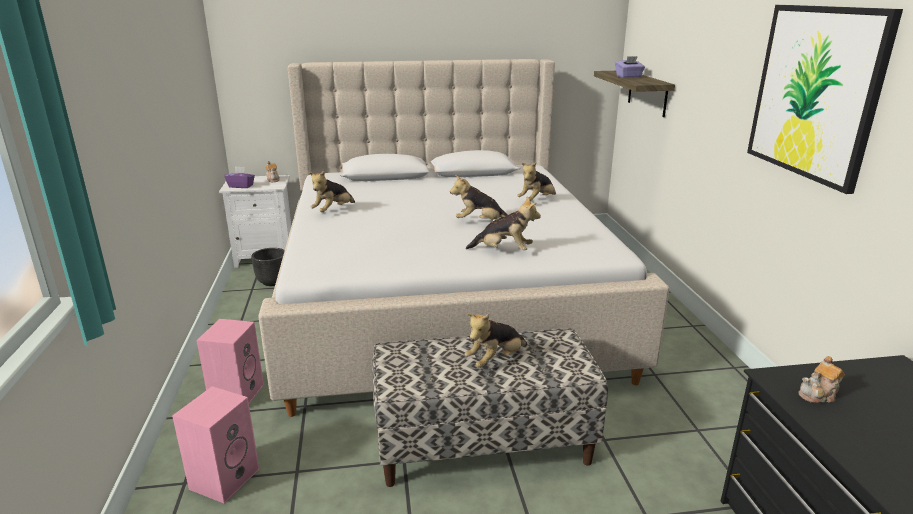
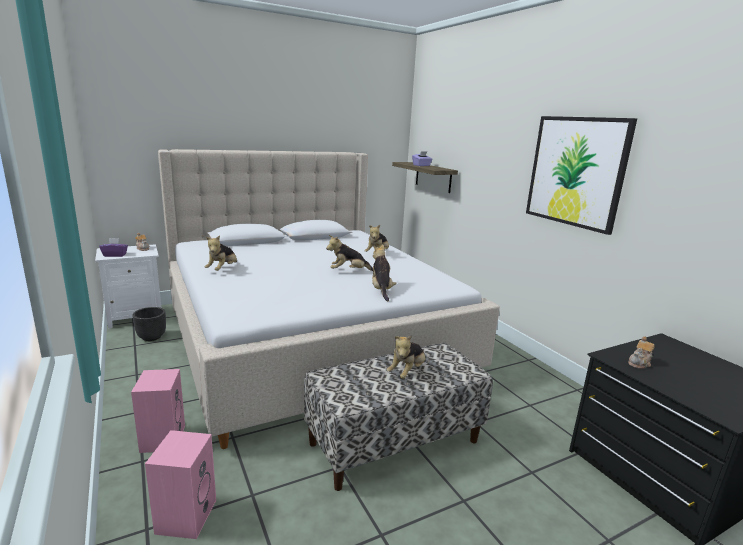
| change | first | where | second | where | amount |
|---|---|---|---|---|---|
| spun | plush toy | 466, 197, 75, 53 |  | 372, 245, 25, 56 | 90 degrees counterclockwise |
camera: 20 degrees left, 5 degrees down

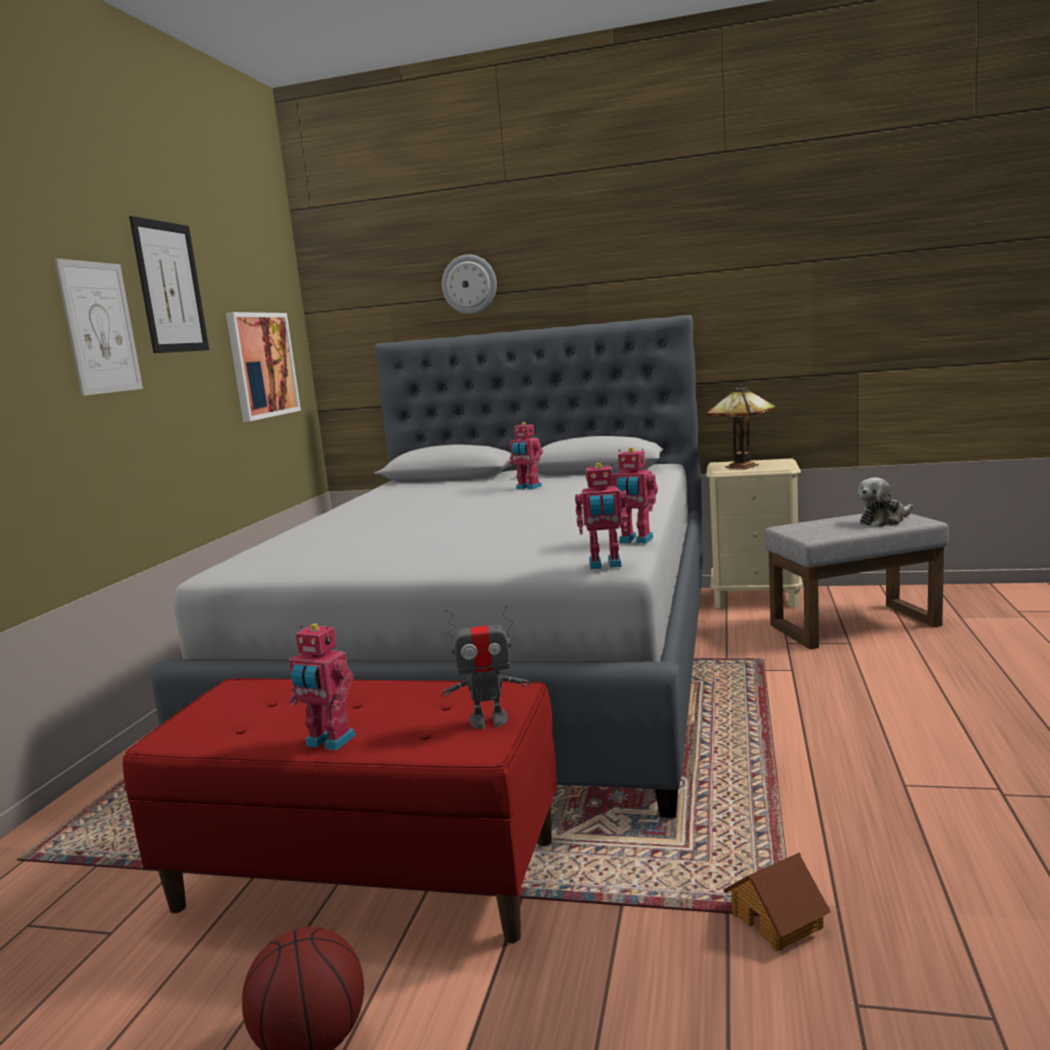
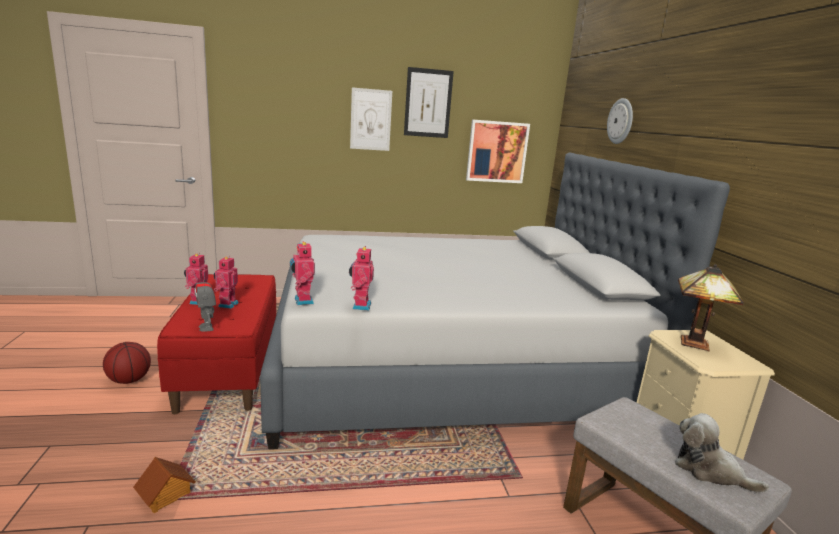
| change | first | where | second | where | amount |
|---|---|---|---|---|---|
| relocated | toy robot | 509, 422, 34, 67 |  | 214, 256, 25, 53 |  |
camera: 65 degrees right, 5 degrees up

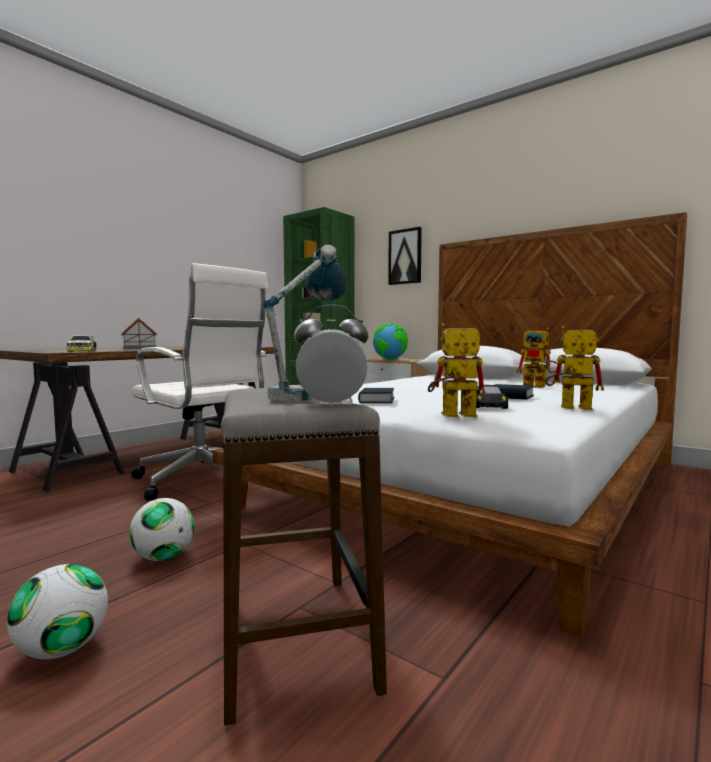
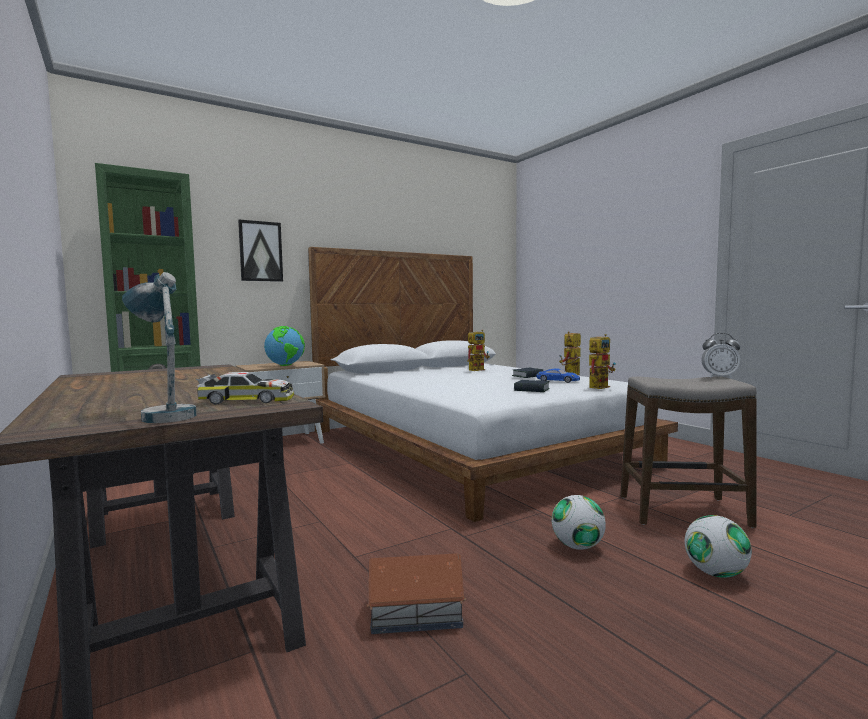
| change | first | where | second | where | amount |
|---|---|---|---|---|---|
| relocated | lamp for a table | 263, 245, 83, 156 |  | 122, 272, 74, 151 |  |
| missing | white-coloured computer chair | 131, 263, 137, 238 |  |  |  |
| spun | bedside clock | 294, 305, 75, 101 |  | 701, 333, 40, 45 | 90 degrees counterclockwise |
| relocated | toy house | 121, 318, 36, 31 |  | 367, 553, 99, 81 |  |
| spun | toy robot | 428, 323, 58, 94 |  | 589, 334, 27, 55 | 150 degrees counterclockwise |
| colour | blackish toy car | 476, 385, 32, 24 | bluish toy car | 537, 369, 43, 14 |  |
camera: 70 degrees left, 0 degrees up

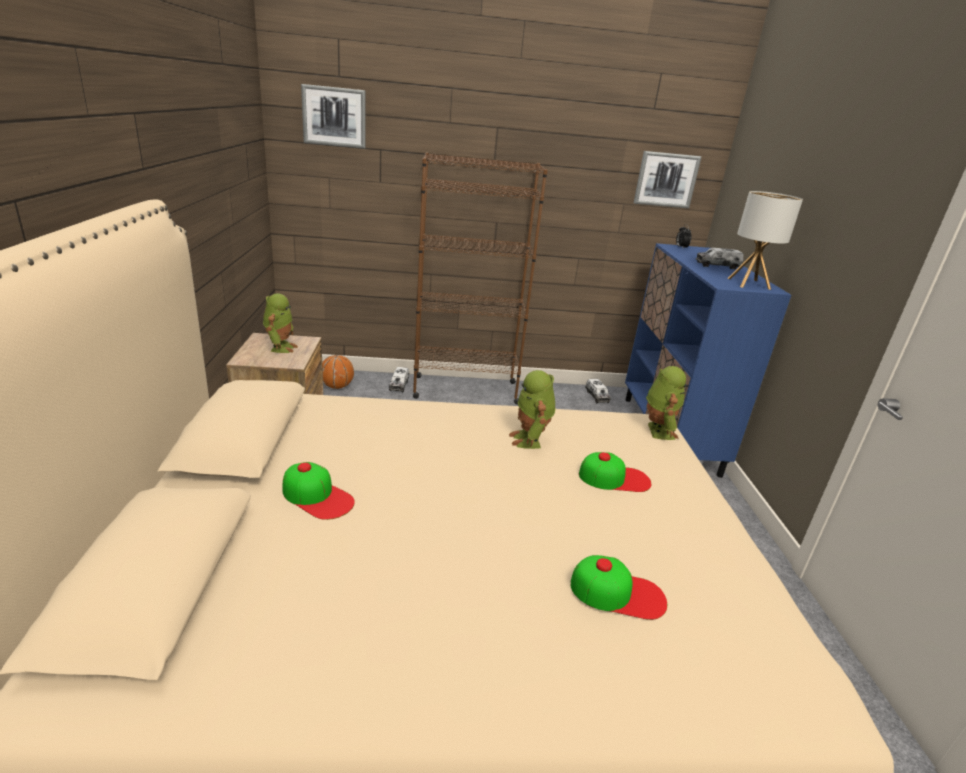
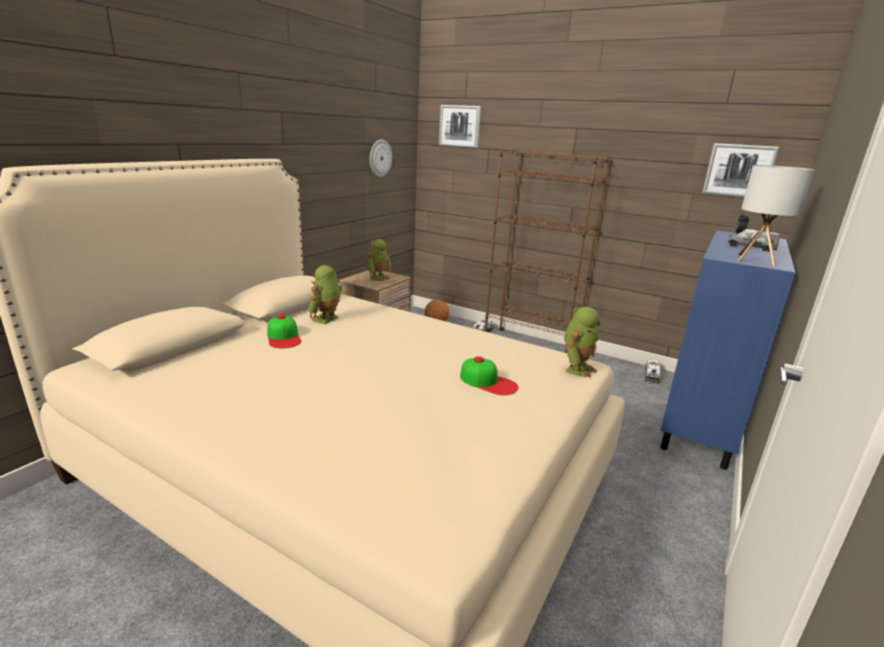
| change | first | where | second | where | amount |
|---|---|---|---|---|---|
| relocated | toy robot | 509, 370, 46, 79 |  | 308, 265, 34, 59 |  |
| missing | peaked cap | 570, 555, 97, 65 |  |  |  |
| appeared |  |  | hanging clock | 370, 139, 22, 38 |  |
camera: 35 degrees right, 5 degrees down

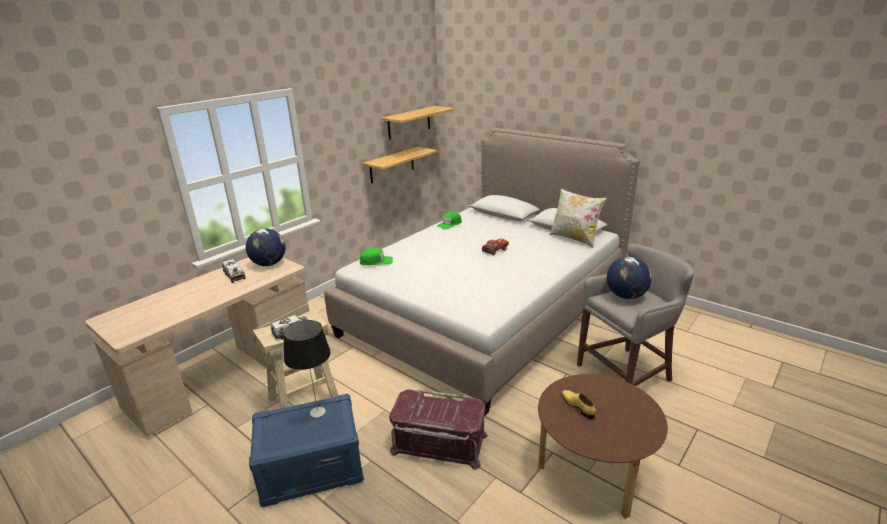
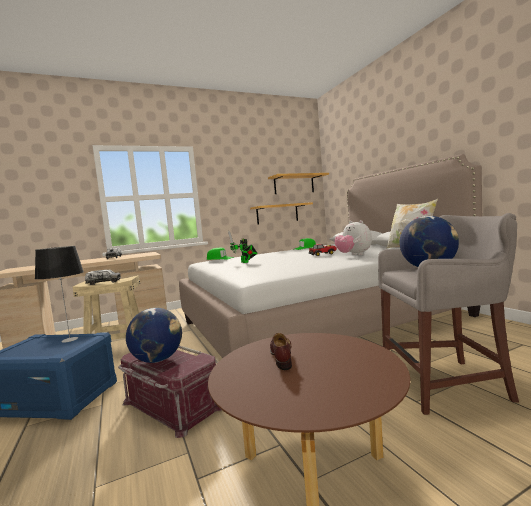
| change | first | where | second | where | amount |
|---|---|---|---|---|---|
| relocated | world globe | 246, 229, 40, 37 |  | 126, 308, 56, 55 |  |
| colour | yellow-coloured shoe | 562, 390, 34, 29 | brown shoe | 270, 333, 22, 37 |  |
| appeared |  |  | plush toy | 334, 220, 38, 35 |  |
| appeared |  |  | toy robot | 228, 231, 30, 32 |  |
camera: 25 degrees right, 20 degrees down

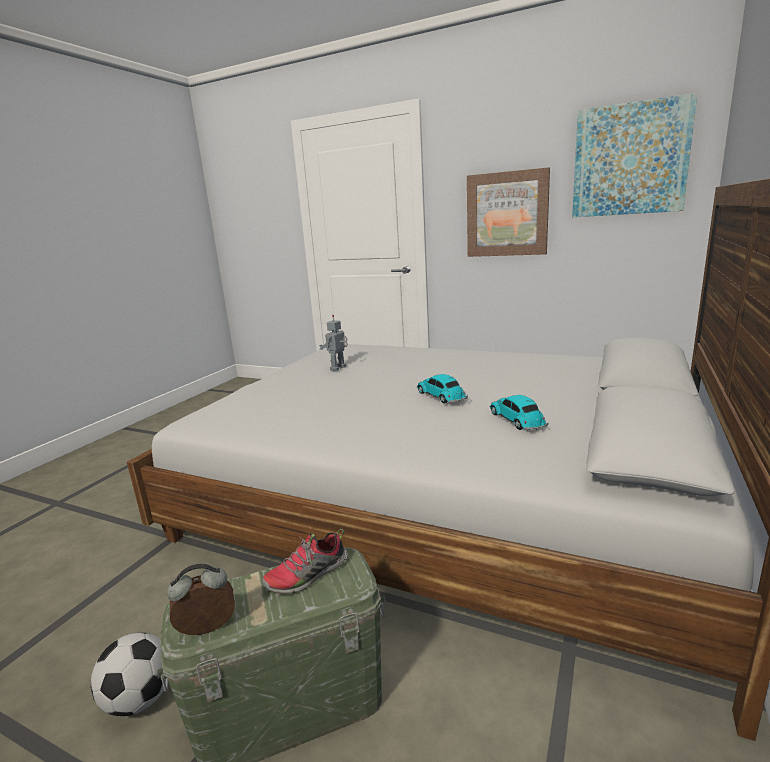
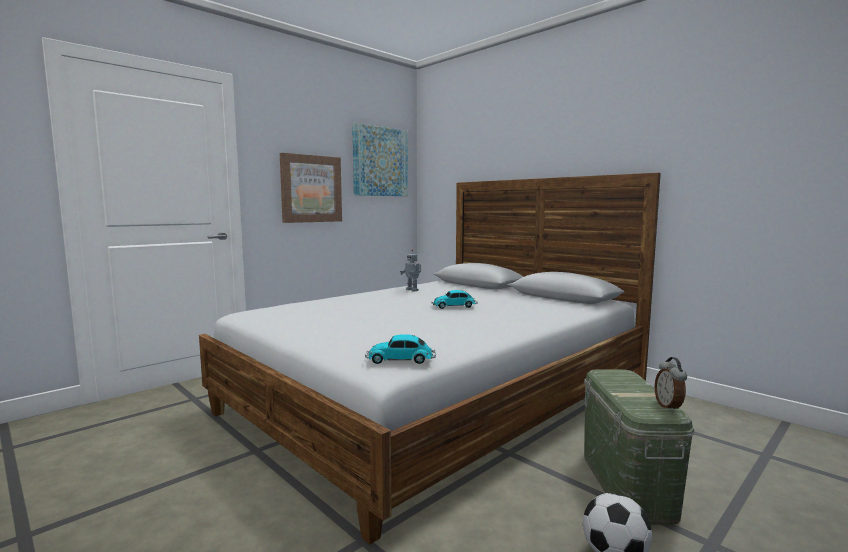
| change | first | where | second | where | amount |
|---|---|---|---|---|---|
| relocated | toy robot | 319, 315, 29, 56 |  | 400, 250, 21, 42 |  |
| relocated | toy car | 490, 395, 59, 35 |  | 365, 334, 71, 30 |  |
| missing | shoe | 262, 529, 85, 65 |  |  |  |
camera: 70 degrees left, 10 degrees down

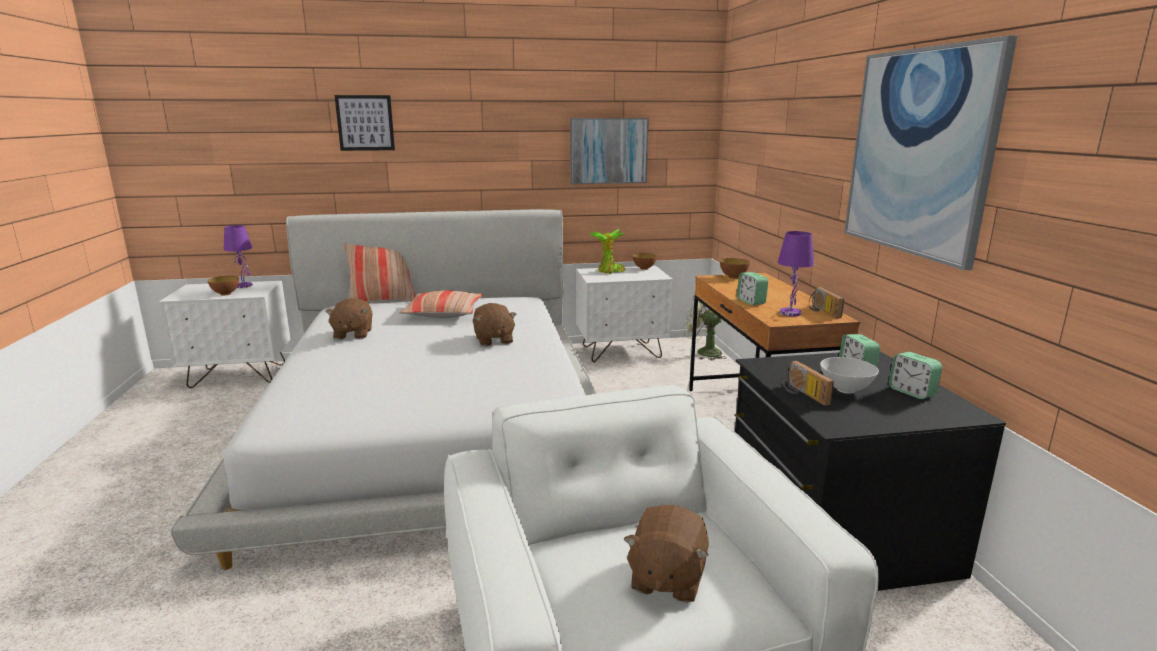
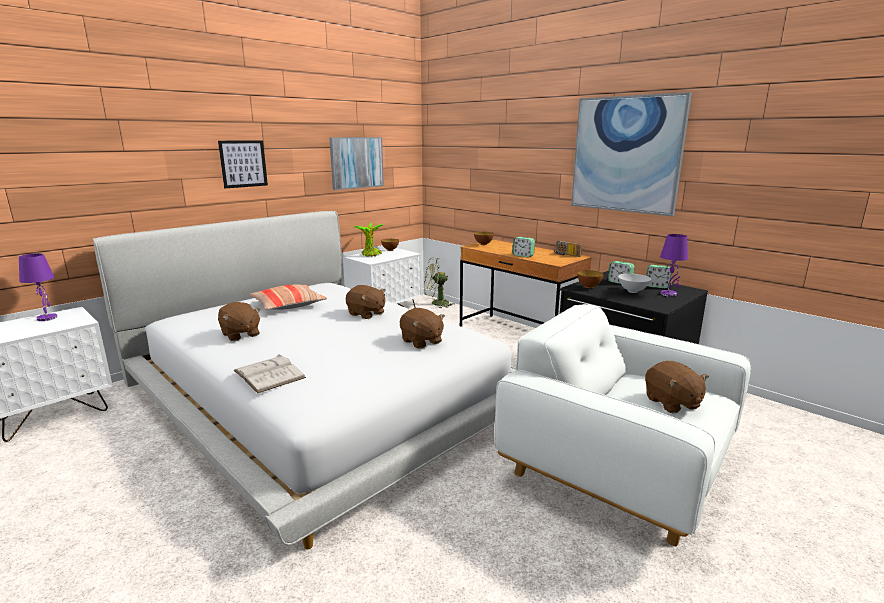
| change | first | where | second | where | amount |
|---|---|---|---|---|---|
| relocated | wall art | 335, 95, 60, 56 |  | 218, 140, 50, 48 |  |
| relocated | purple-coloured lamp for a table | 777, 231, 37, 86 |  | 660, 234, 28, 63 |  |
| missing | cushion | 344, 243, 71, 59 |  |  |  |
| relocated | serving bowl | 208, 276, 31, 19 |  | 577, 270, 26, 18 |  |
| missing | radio set | 783, 361, 51, 45 |  |  |  |
| appeared |  |  | brown plush toy | 400, 308, 45, 41 |  |
| appeared |  |  | white-coloured book | 234, 354, 72, 39 |  |
camera: 35 degrees left, 0 degrees up

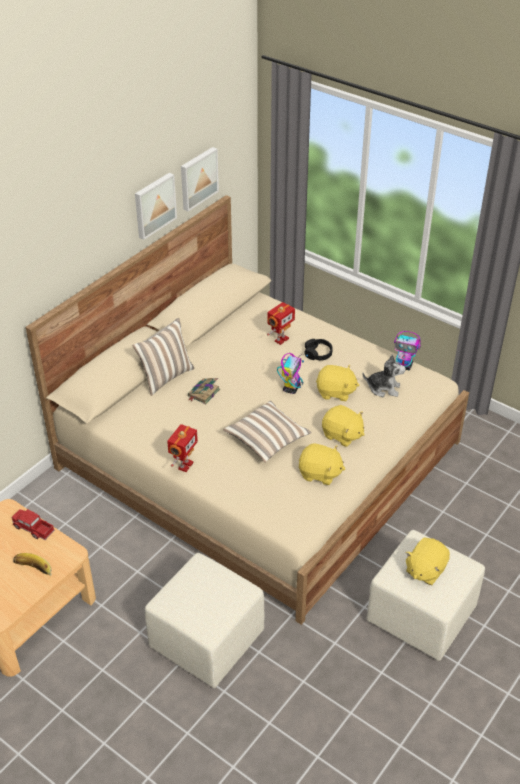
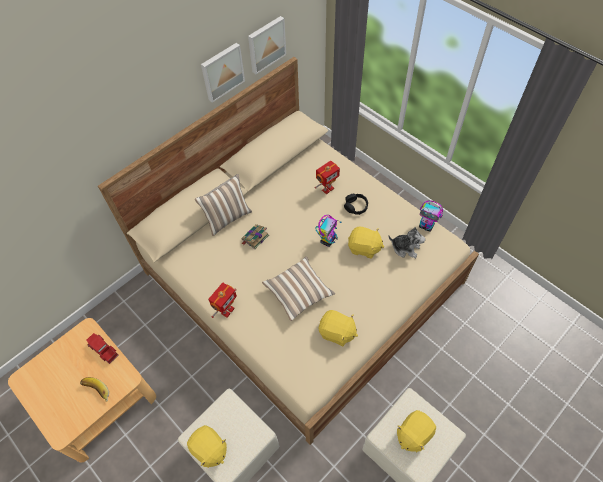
| change | first | where | second | where | amount |
|---|---|---|---|---|---|
| relocated | yellow-coloured plush toy | 322, 405, 43, 42 |  | 187, 425, 40, 43 |  |
camera: 10 degrees right, 15 degrees up

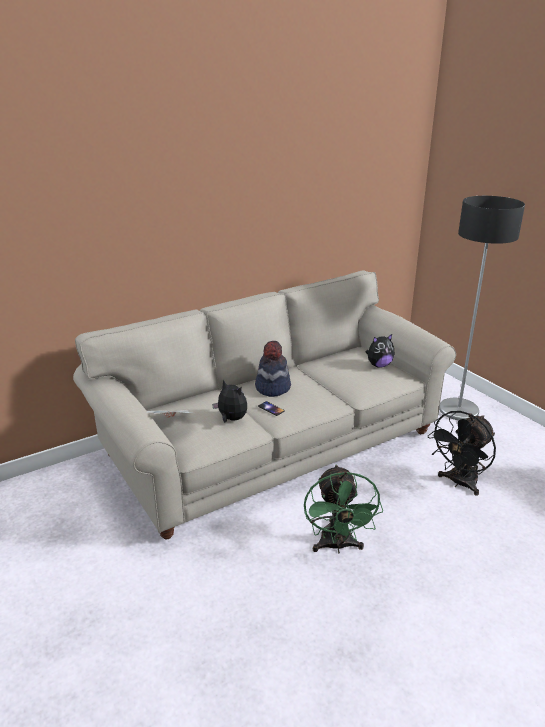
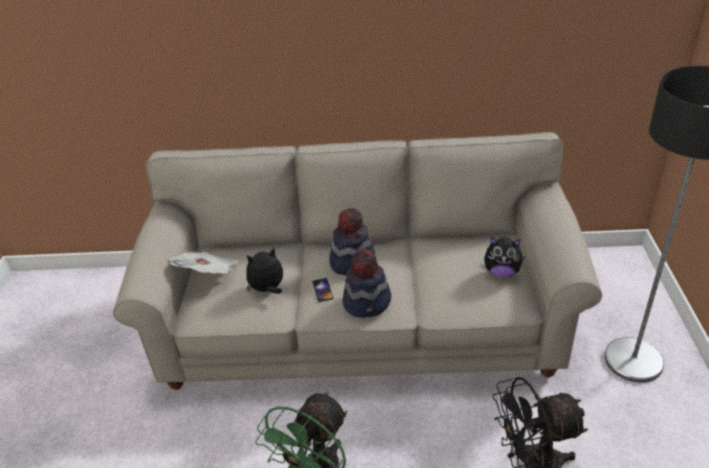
| change | first | where | second | where | amount |
|---|---|---|---|---|---|
| spun | plush toy | 212, 380, 35, 42 |  | 246, 248, 37, 46 | 90 degrees counterclockwise |
| appeared |  |  | clothing hat | 343, 248, 48, 70 |  |
camera: 35 degrees right, 10 degrees up

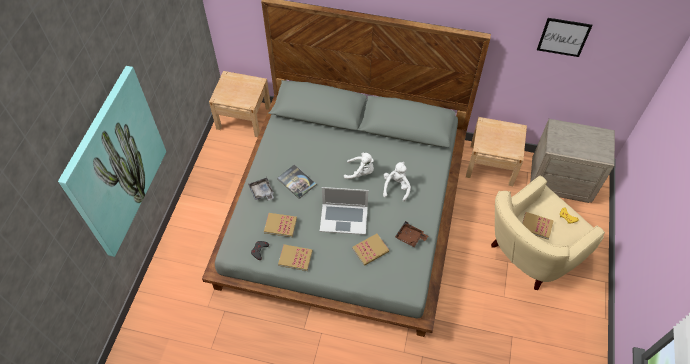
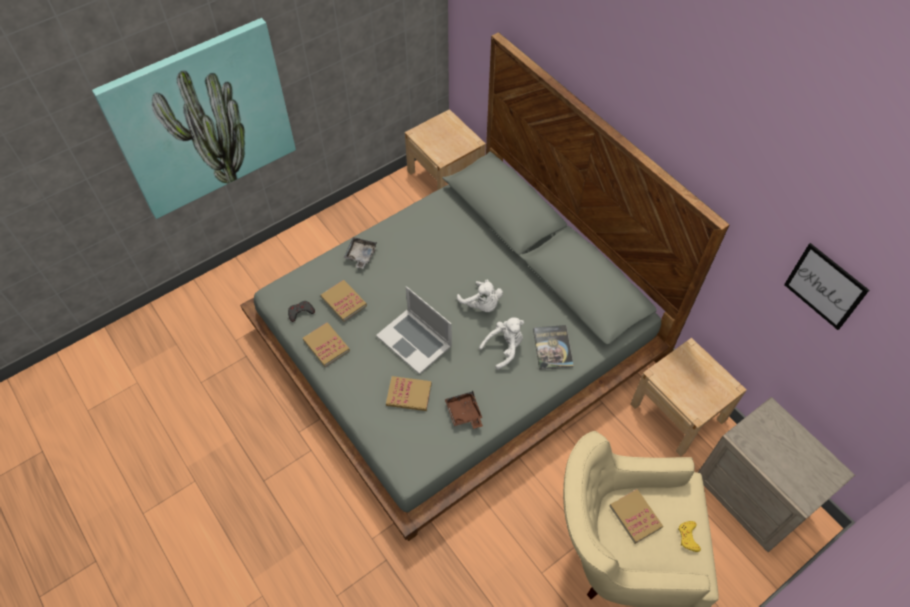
| change | first | where | second | where | amount |
|---|---|---|---|---|---|
| relocated | book | 277, 164, 40, 35 |  | 533, 325, 41, 45 |  |
camera: 40 degrees right, 0 degrees up

